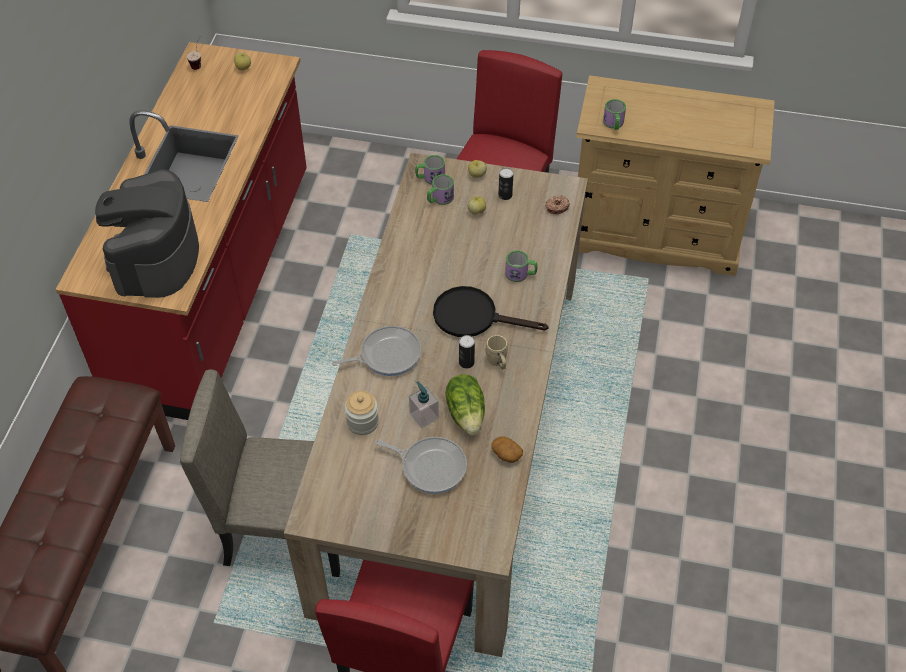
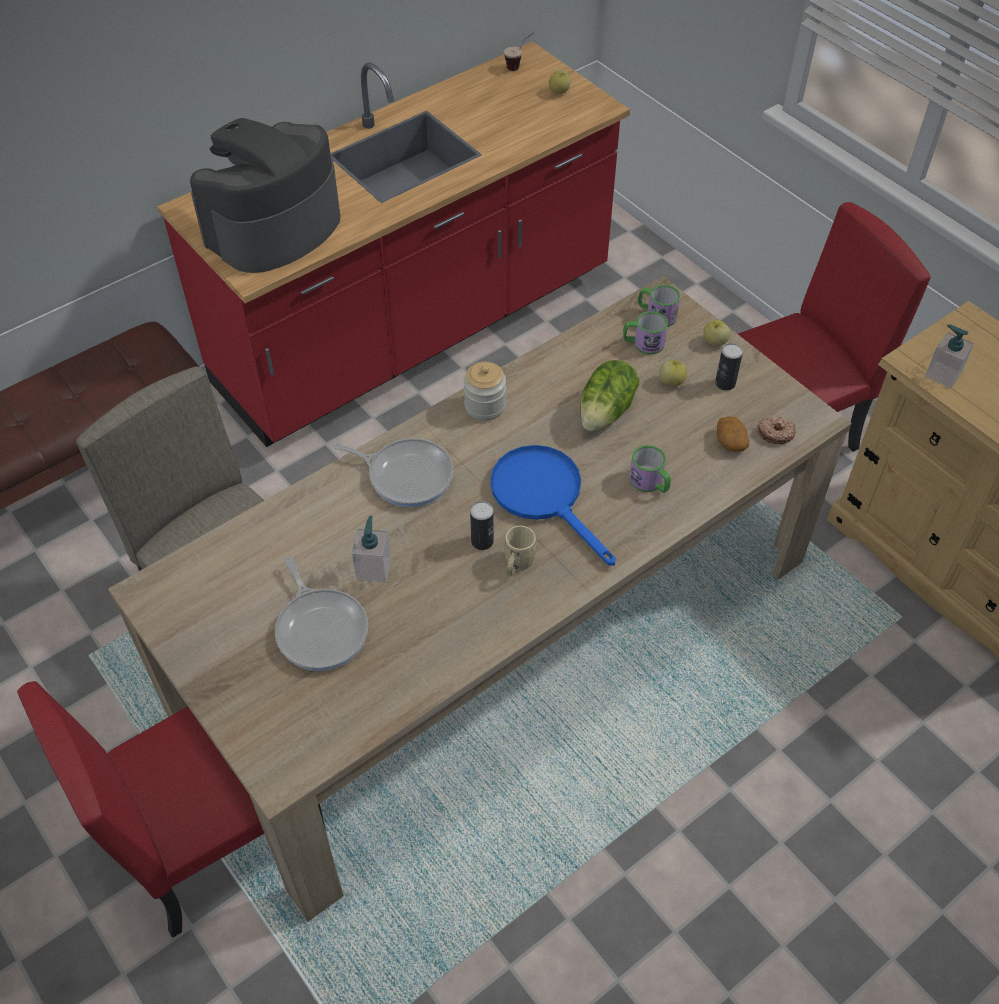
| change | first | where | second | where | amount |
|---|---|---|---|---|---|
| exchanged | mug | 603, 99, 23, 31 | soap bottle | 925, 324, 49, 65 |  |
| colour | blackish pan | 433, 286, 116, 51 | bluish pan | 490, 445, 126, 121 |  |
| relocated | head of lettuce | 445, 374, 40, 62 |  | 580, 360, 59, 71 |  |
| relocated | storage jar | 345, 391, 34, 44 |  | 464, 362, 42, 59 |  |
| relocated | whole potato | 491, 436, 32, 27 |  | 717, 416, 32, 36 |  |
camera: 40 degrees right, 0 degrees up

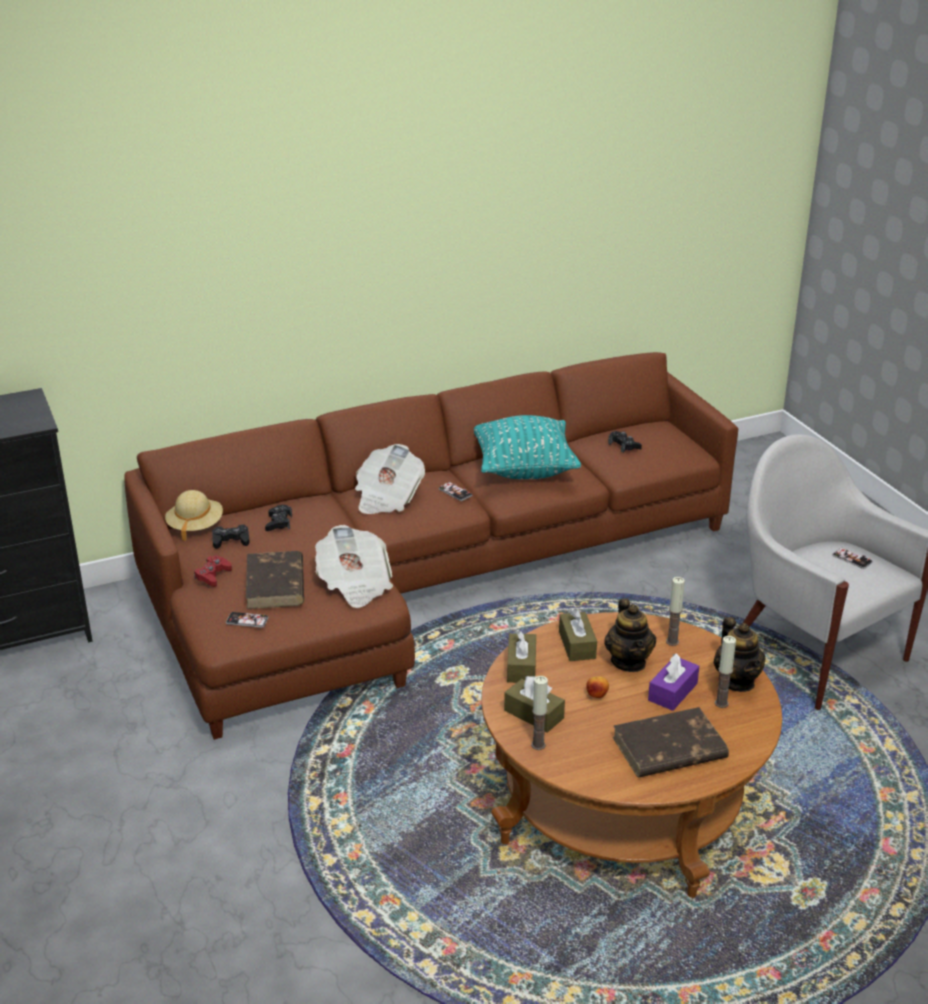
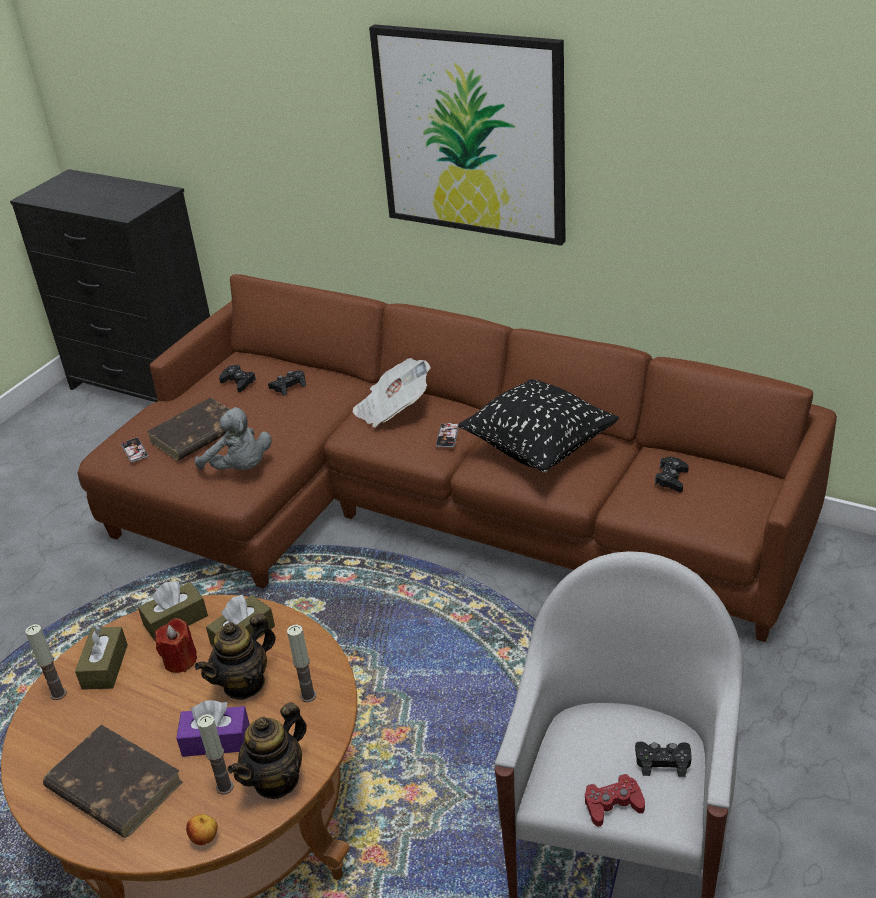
| change | first | where | second | where | amount |
|---|---|---|---|---|---|
| colour | turquoise cushion | 474, 415, 107, 64 | blackish cushion | 458, 379, 161, 94 |  |
| missing | sand-coloured clothing hat | 165, 490, 58, 52 |  |  |  |
| exchanged | newspaper | 315, 525, 78, 83 | greyish plush toy | 195, 407, 76, 63 |  |
| exchanged | telephone | 832, 547, 41, 22 | blackish gamepad | 635, 741, 57, 36 |  |
| relocated | reddish gamepad | 194, 556, 38, 31 |  | 585, 774, 60, 53 |  |
| relocated | whole apple | 586, 676, 23, 22 |  | 186, 814, 32, 31 |  |
| appeared |  |  | wall art | 369, 24, 197, 222 |  |
| appeared |  |  | reddish wax light | 155, 618, 42, 55 |  |
camera: 55 degrees right, 5 degrees up

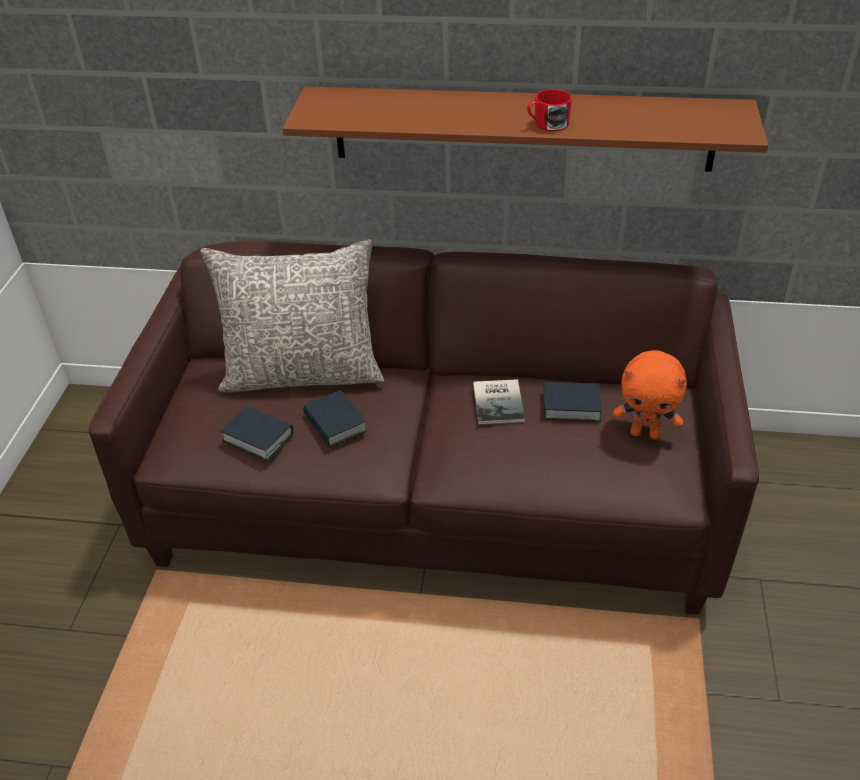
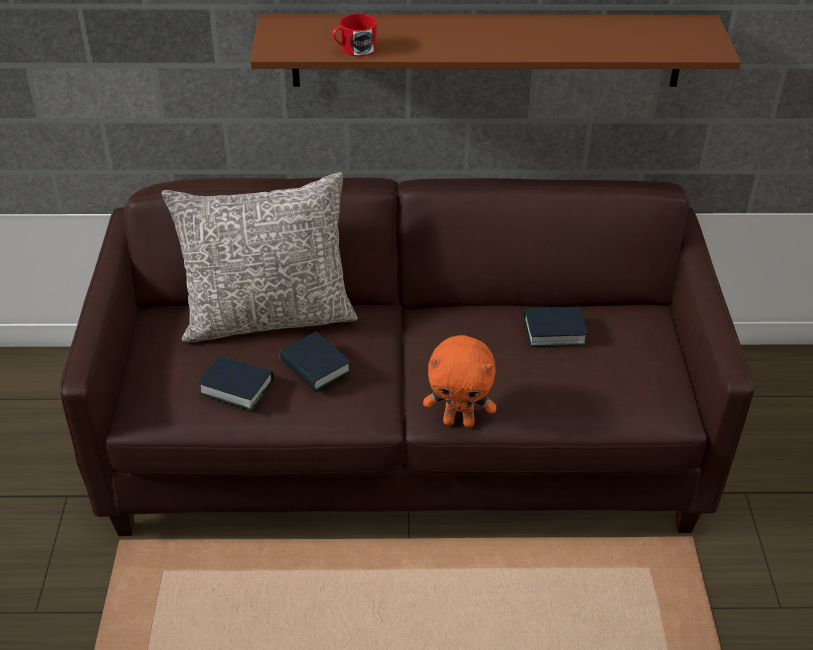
| change | first | where | second | where | amount |
|---|---|---|---|---|---|
| relocated | reddish mug | 527, 89, 45, 42 |  | 332, 14, 45, 42 |  |
| relocated | orangey plush toy | 613, 350, 74, 90 |  | 423, 335, 73, 92 |  |
| missing | book | 473, 379, 52, 45 |  |  |  |
camera: 10 degrees left, 0 degrees up

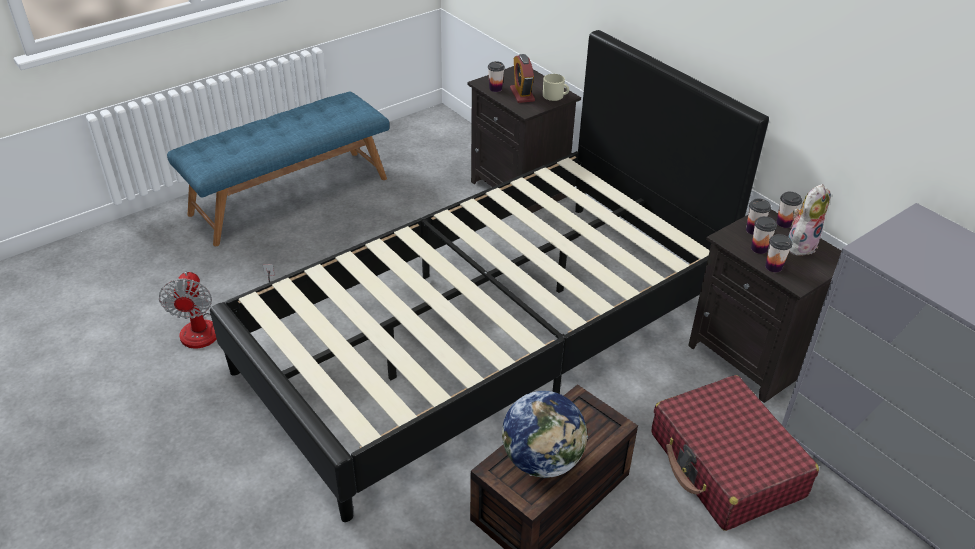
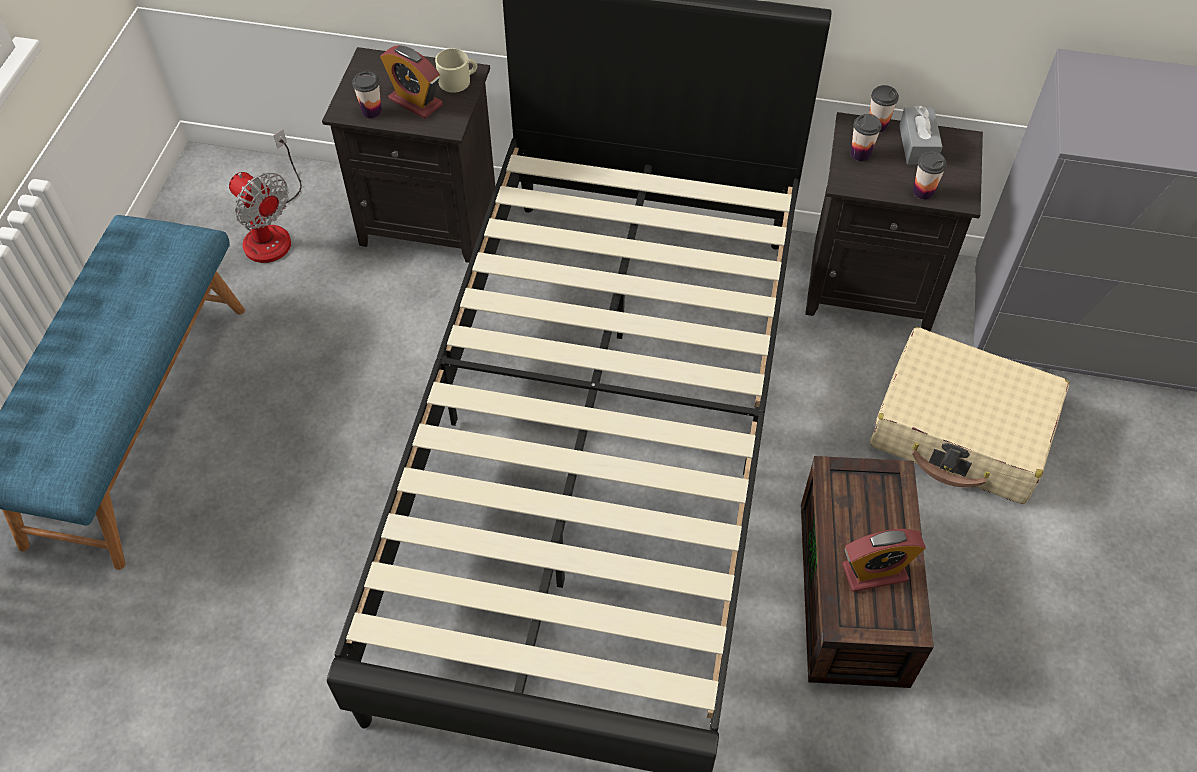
| change | first | where | second | where | amount |
|---|---|---|---|---|---|
| exchanged | plush toy | 788, 184, 43, 72 | greyish box of tissues | 899, 105, 44, 60 |  |
| missing | drinking cup | 751, 216, 26, 38 |  |  |  |
| relocated | cooling fan | 159, 264, 116, 84 |  | 229, 129, 73, 134 |  |
| colour | reddish suitcase | 652, 375, 167, 156 | sand-coloured suitcase | 870, 327, 199, 177 |  |
| exchanged | world globe | 502, 391, 86, 87 | bedside clock | 842, 529, 84, 63 |  |
camera: 40 degrees left, 15 degrees up

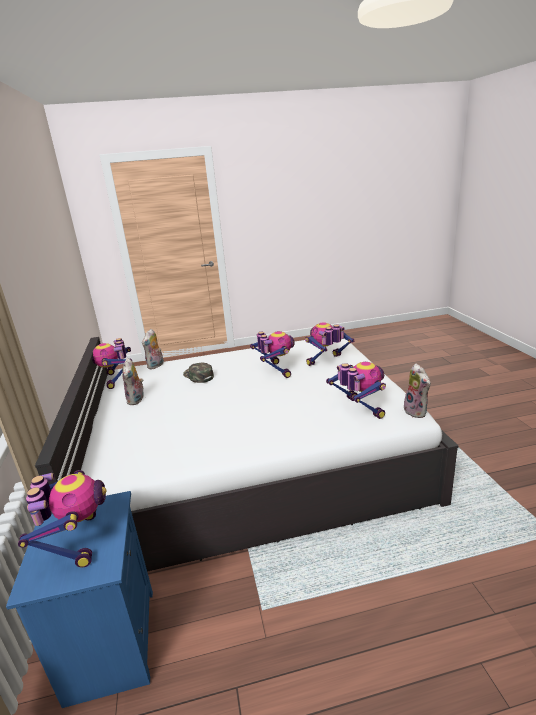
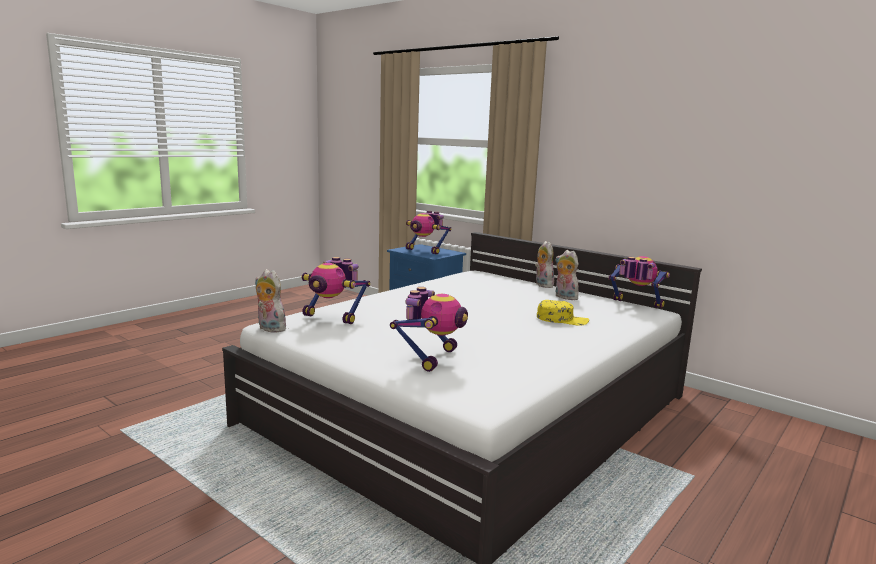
| change | first | where | second | where | amount |
|---|---|---|---|---|---|
| relocated | plush toy | 142, 329, 22, 40 |  | 535, 241, 19, 47 |  |
| missing | toy robot | 250, 331, 45, 47 |  |  |  |
| colour | green peaked cap | 183, 362, 31, 21 | yellow-coloured peaked cap | 537, 300, 52, 26 |  |
camera: 140 degrees right, 10 degrees down

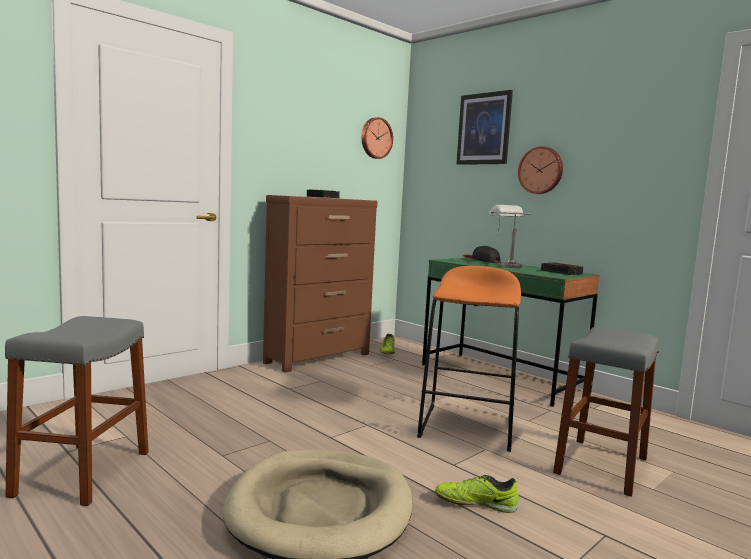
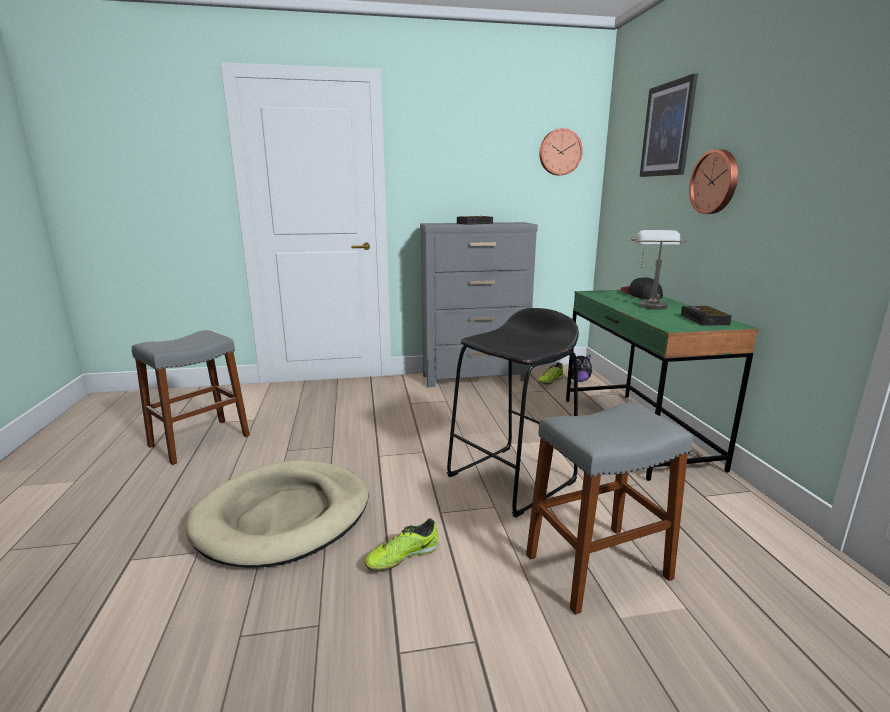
| change | first | where | second | where | amount |
|---|---|---|---|---|---|
| colour | brown drawer chest | 263, 195, 115, 178 | greyish drawer chest | 420, 222, 118, 165 |  |
| colour | orangey stool seat | 417, 266, 104, 186 | blackish stool seat | 447, 308, 132, 210 |  |
| spun | shoe | 435, 475, 83, 38 |  | 365, 518, 74, 53 | 75 degrees counterclockwise |
| appeared |  |  | plush toy | 571, 354, 21, 28 |  |
camera: 35 degrees right, 10 degrees up

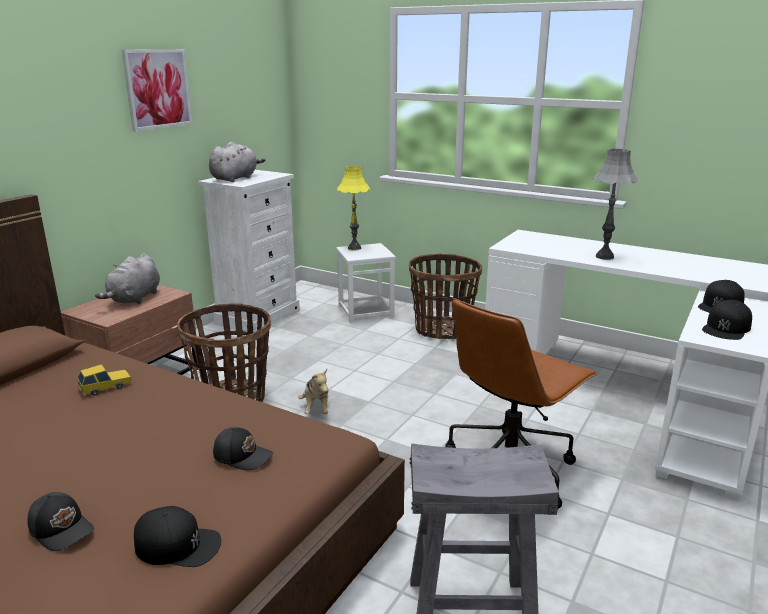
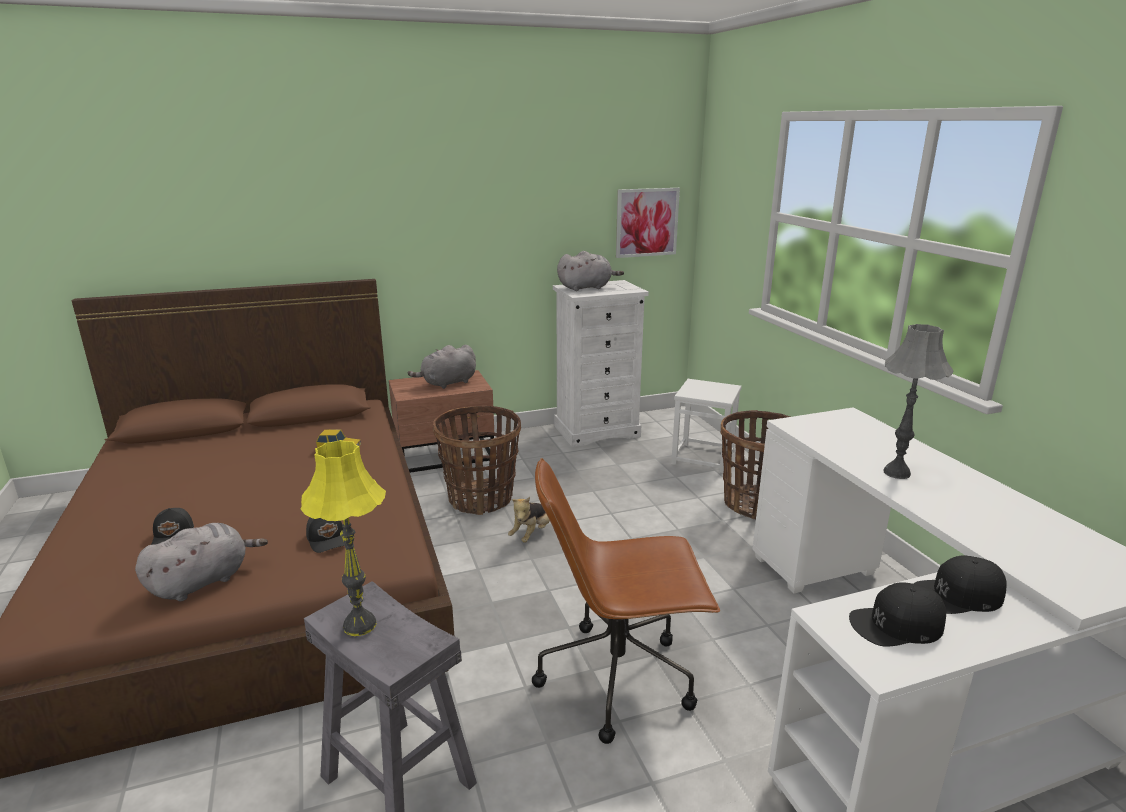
| change | first | where | second | where | amount |
|---|---|---|---|---|---|
| relocated | wall art | 122, 49, 71, 82 |  | 616, 188, 64, 70 |  |
| relocated | yellow-coloured lamp for a table | 337, 166, 33, 85 |  | 301, 440, 85, 196 |  |
| exchanged | blackish peaked cap | 134, 506, 87, 61 | greyish plush toy | 135, 523, 133, 78 |  |
camera: 40 degrees right, 0 degrees up

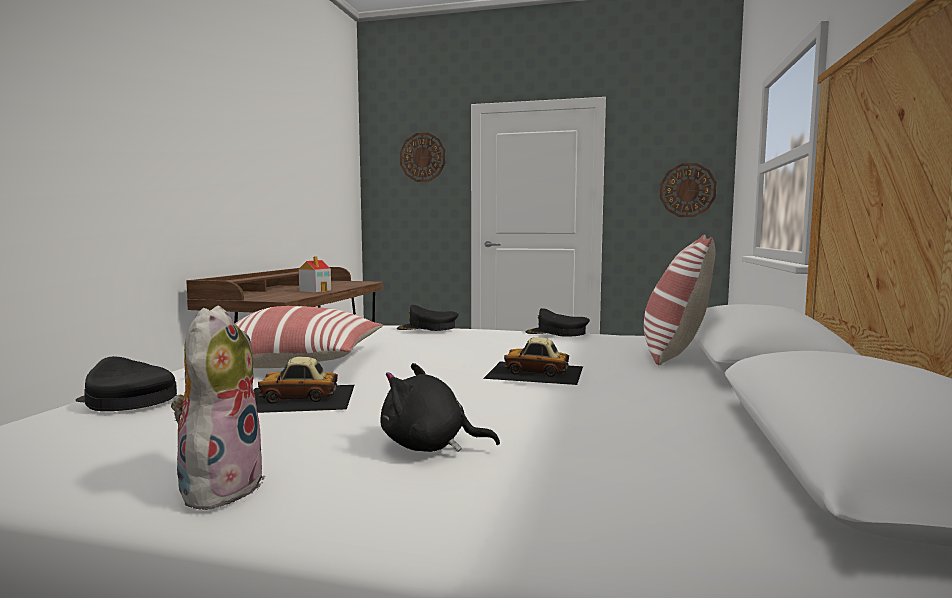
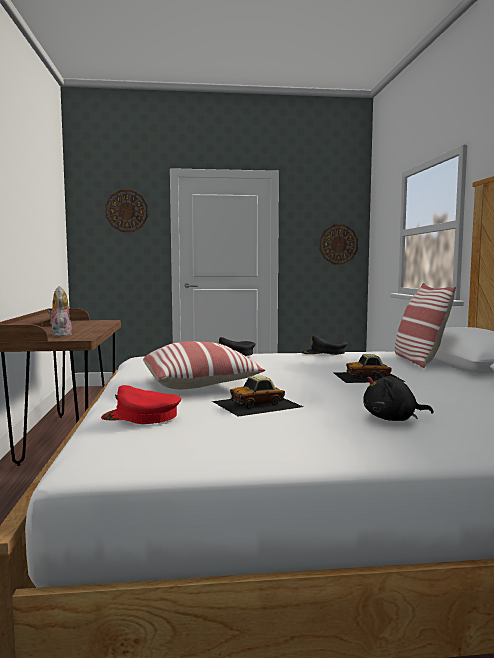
| change | first | where | second | where | amount |
|---|---|---|---|---|---|
| missing | toy house | 298, 256, 33, 36 |  |  |  |
| relocated | plush toy | 171, 305, 94, 205 |  | 48, 286, 24, 50 |  |
| colour | blackish peaked cap | 76, 356, 101, 55 | reddish peaked cap | 101, 385, 80, 39 |  |
camera: 20 degrees left, 0 degrees up

